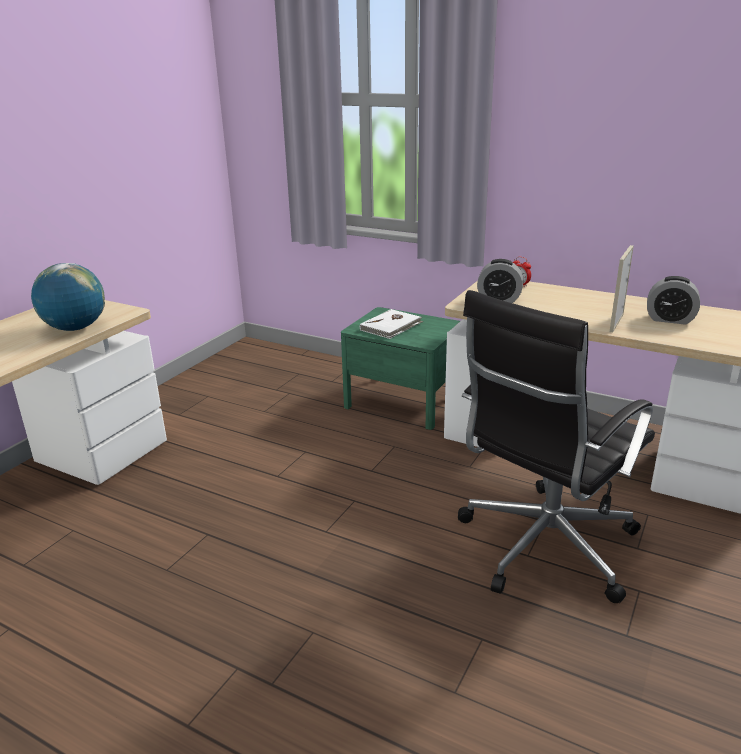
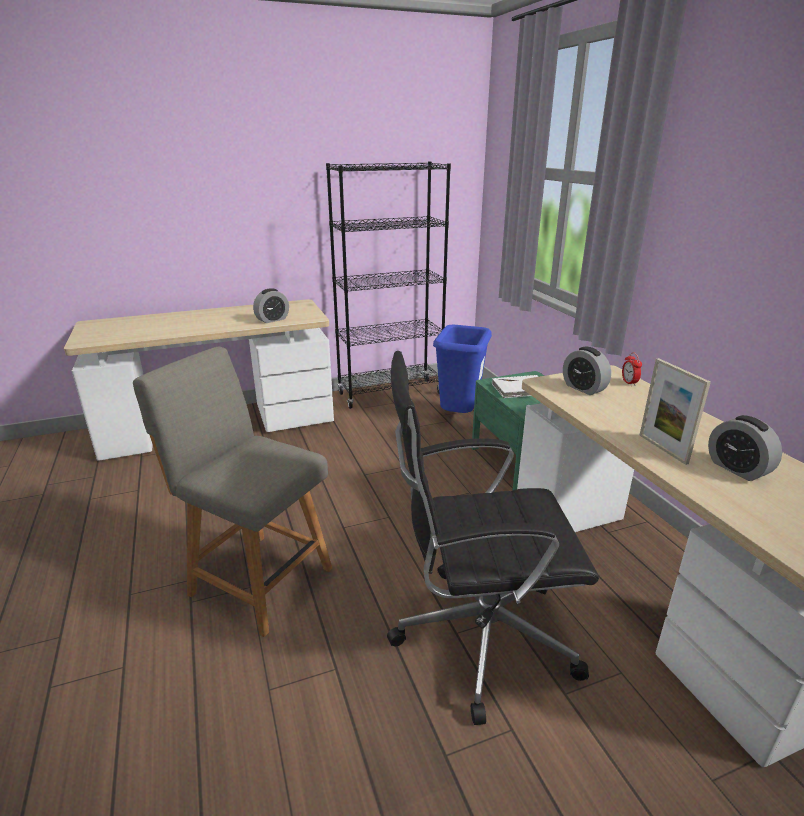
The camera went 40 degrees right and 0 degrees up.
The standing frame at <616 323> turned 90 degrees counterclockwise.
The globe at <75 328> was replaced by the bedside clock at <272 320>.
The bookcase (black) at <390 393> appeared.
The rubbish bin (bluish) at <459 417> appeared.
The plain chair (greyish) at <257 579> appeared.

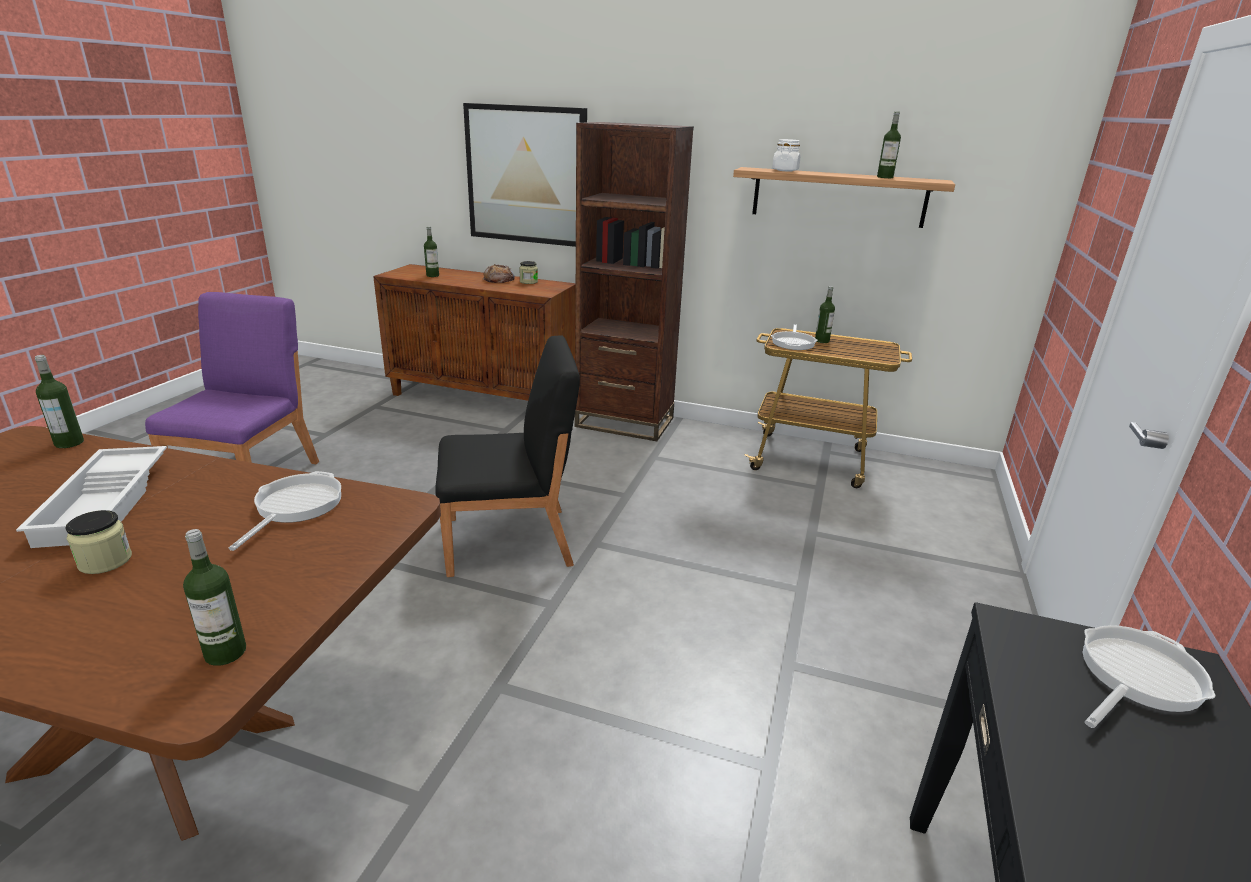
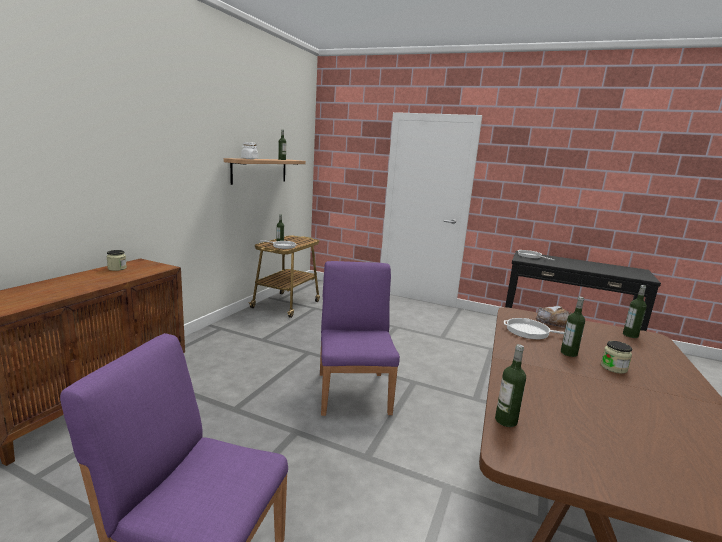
The camera went 85 degrees left and 10 degrees down.
The wall art at <527 175> disappeared.
The bookcase (brown-coloured) at <624 422> disappeared.
The bottle moved from <432 275> to <568 353>.
The bread moved from <499 279> to <554 321>.
The plain chair (black) at <510 541> became the plain chair (purplish) at <354 392>.
The serving tray (whitish) at <107 503> disappeared.

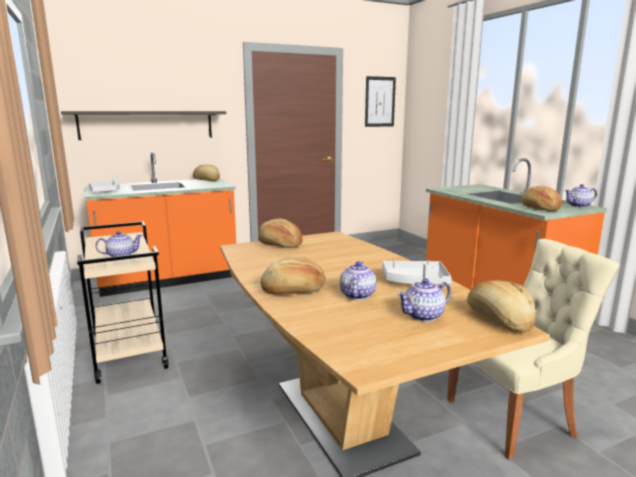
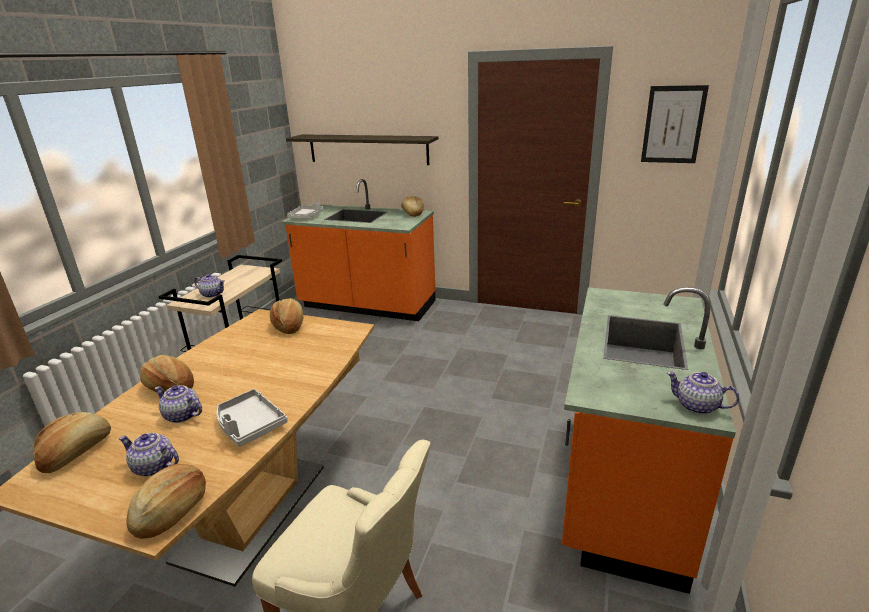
The camera went 45 degrees right and 10 degrees up.
The bread moved from <539 208> to <76 452>.
The tea pot at <356 295> turned 120 degrees counterclockwise.

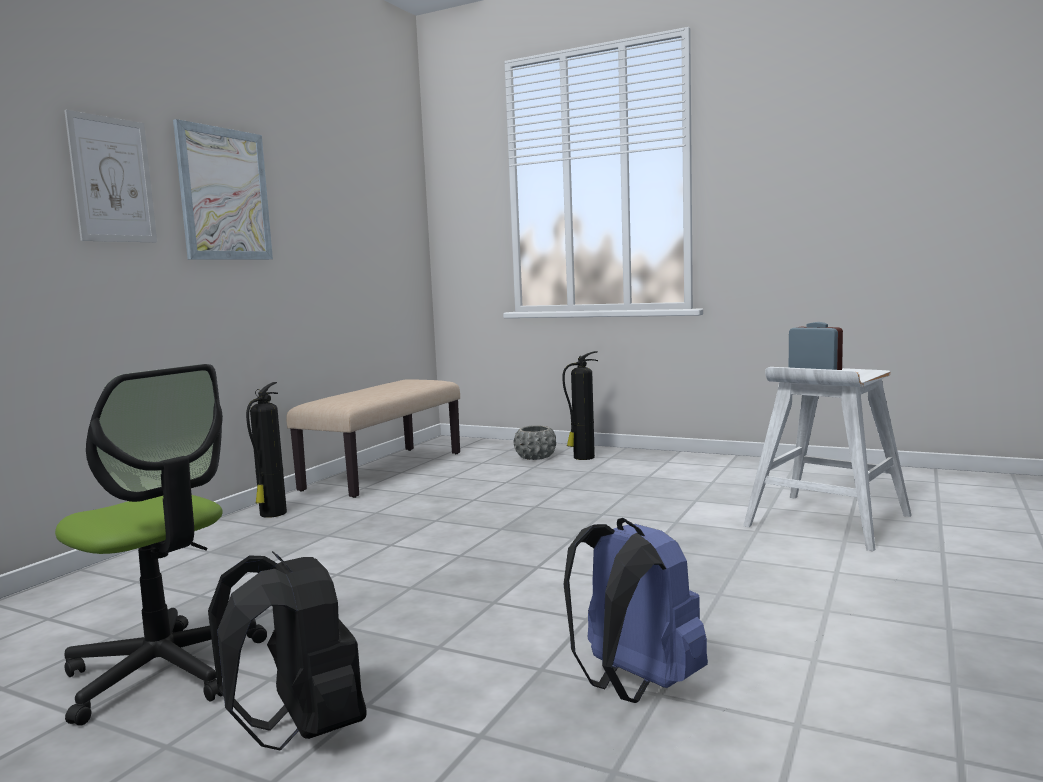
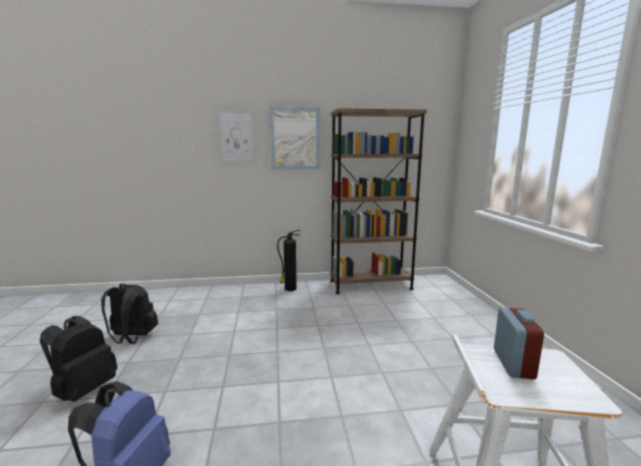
The camera went 55 degrees right and 5 degrees up.
The fire extinguisher at <582 458> disappeared.
The computer chair at <165 671> was replaced by the knapsack (black) at <132 339>.
The indoor bench (beige) at <384 470> was replaced by the bookcase (brown-coloured) at <370 285>.
The planter (greyish) at <536 457> disappeared.

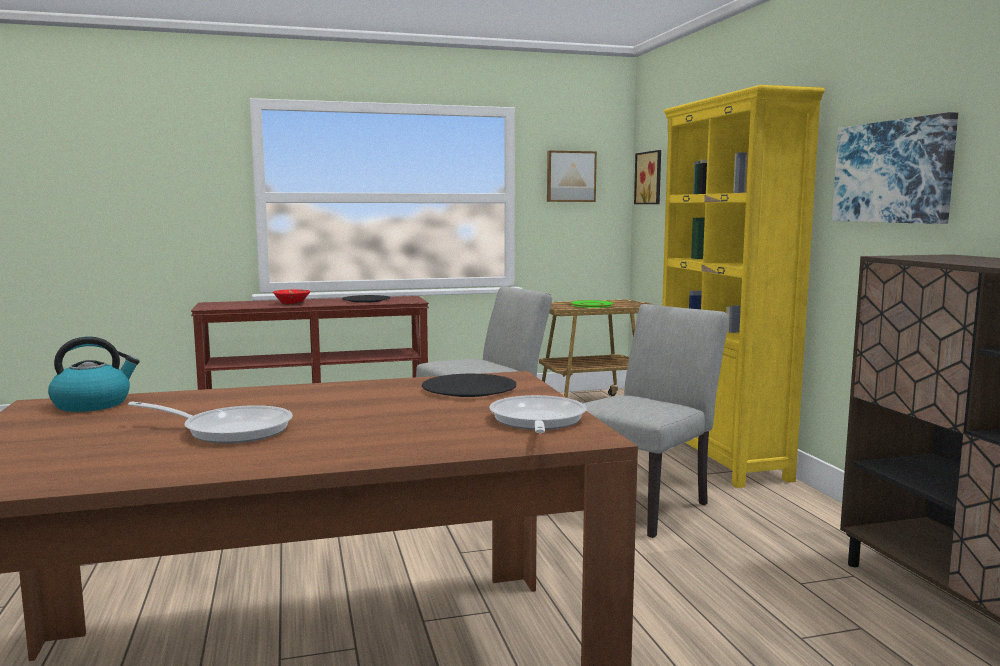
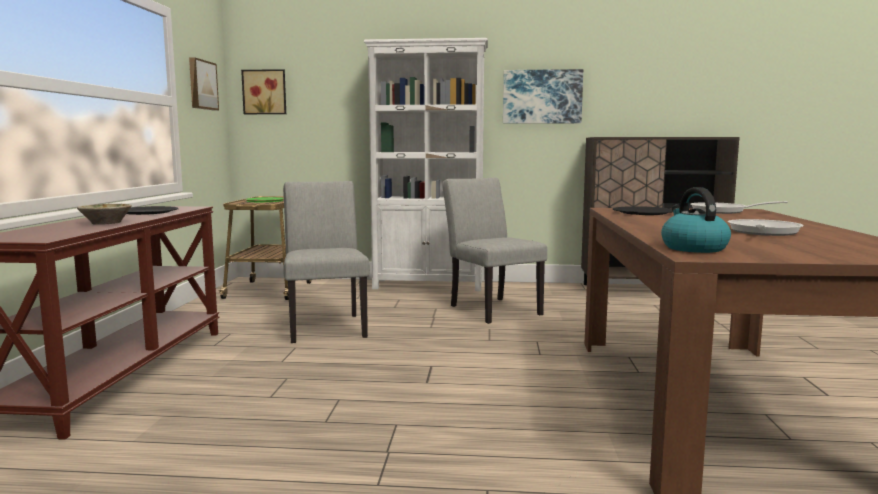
The camera went 70 degrees left and 0 degrees up.
The bookcase (yellow) at <721 458> became the bookcase (whitish) at <429 285>.
The bowl (reddish) at <292 304> became the bowl (beige) at <106 223>.

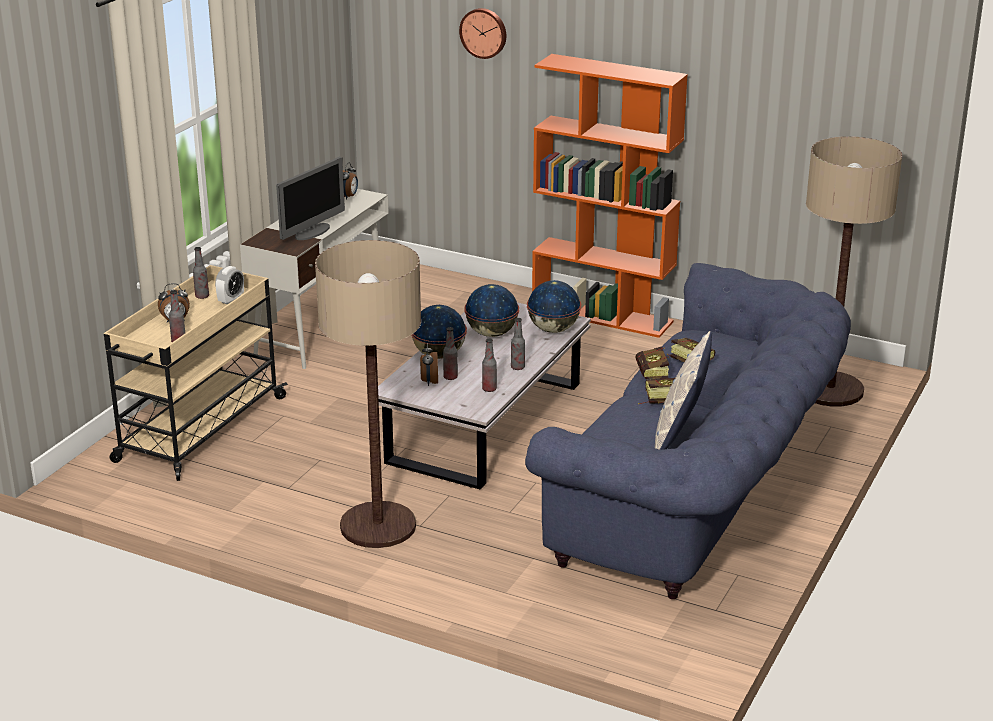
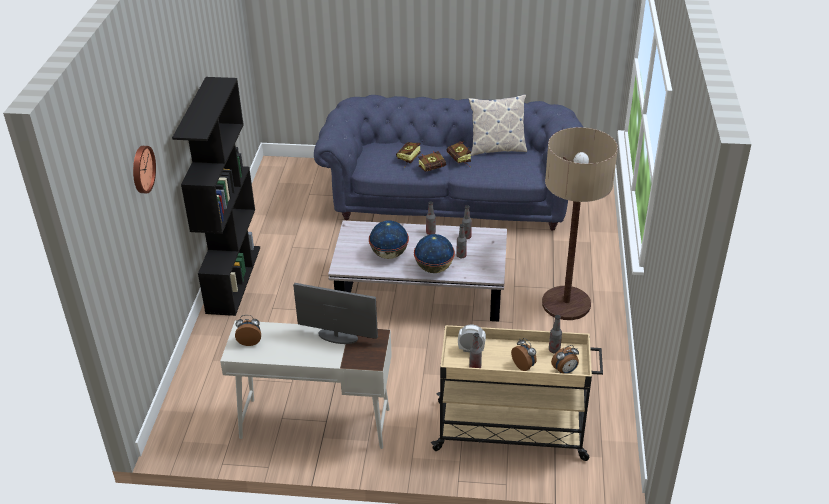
The camera went 110 degrees left and 10 degrees up.
The bookcase (orangey) at <603 315> became the bookcase (black) at <233 279>.
The floor lamp at <830 390> disappeared.
The globe at <553 330> disappeared.
The bedside clock moved from <429 382> to <565 371>.

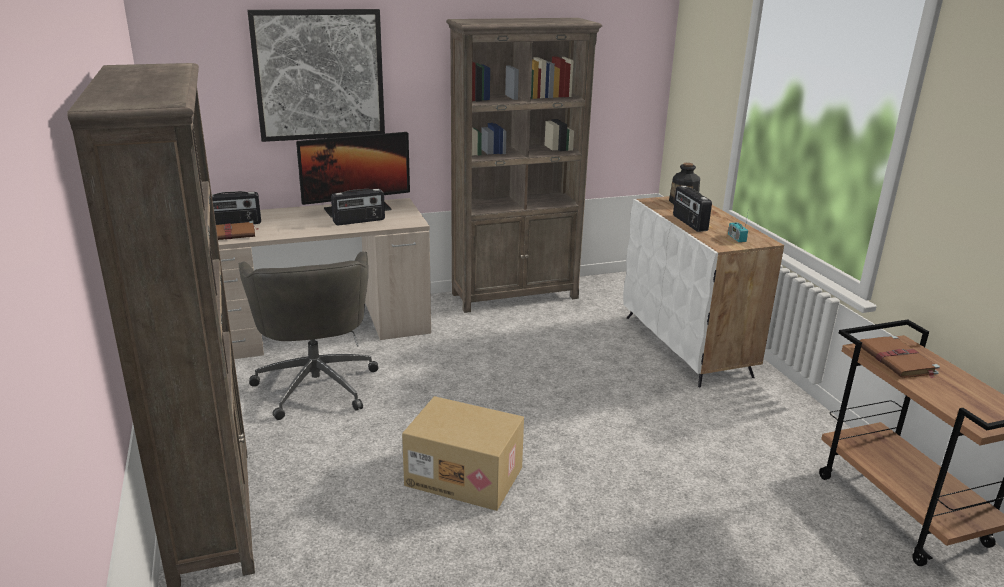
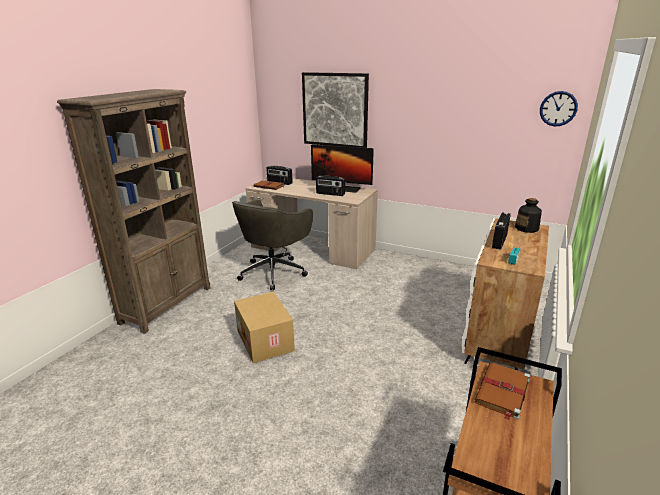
The camera went 45 degrees right and 0 degrees up.
The bookcase (brown-coloured) at <516 296> disappeared.
The wall clock at <558 108> appeared.

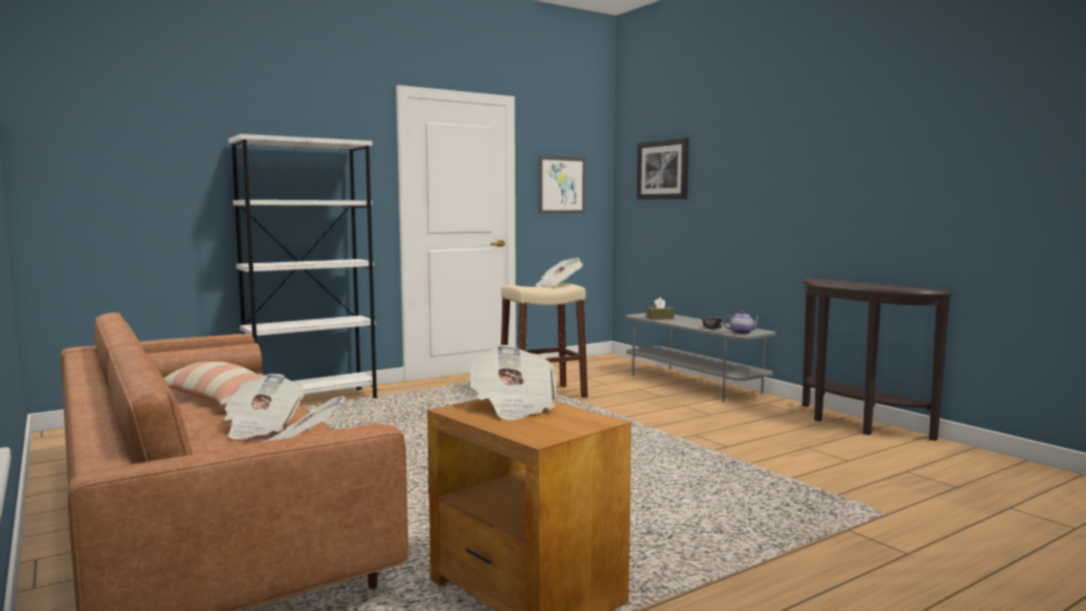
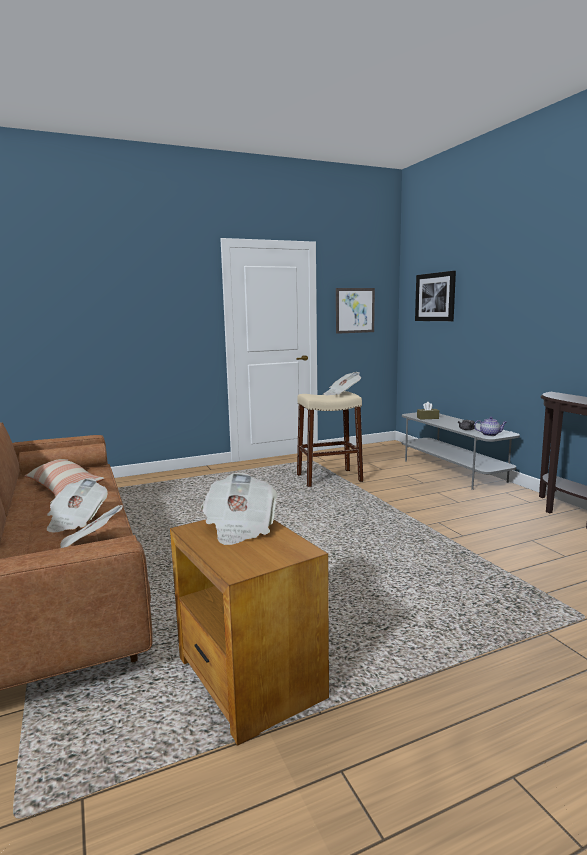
The camera went 10 degrees right and 5 degrees up.
The bookcase (whitish) at <312 401> disappeared.

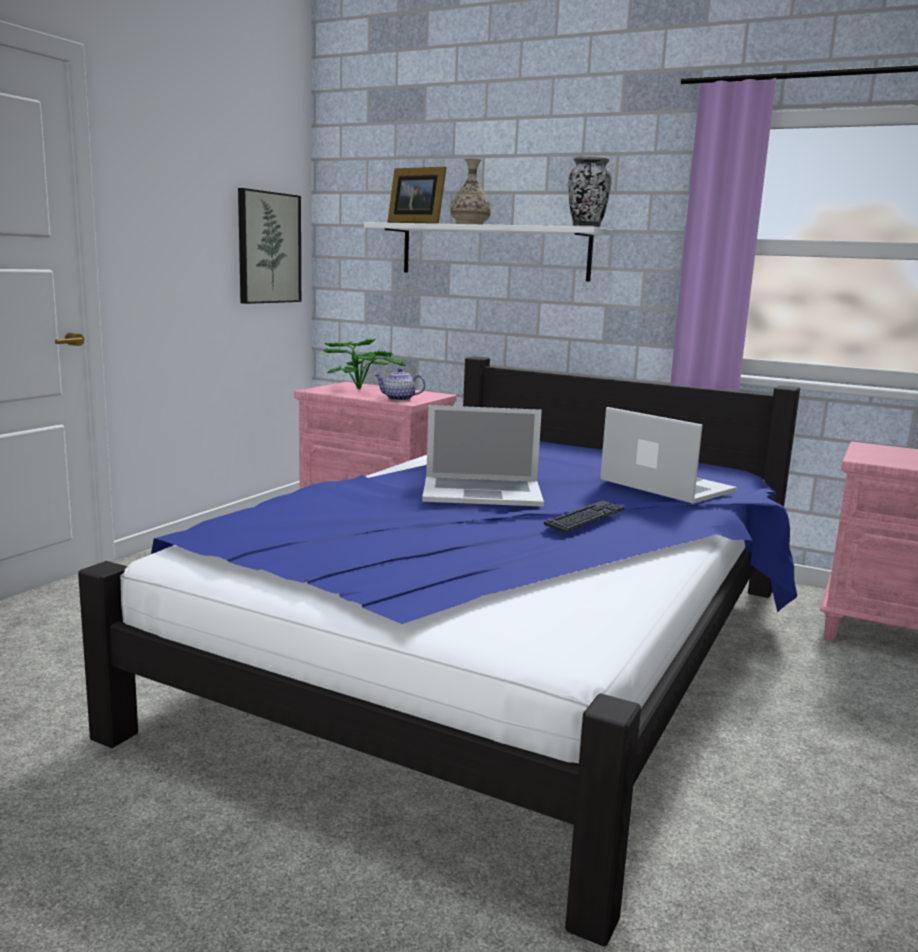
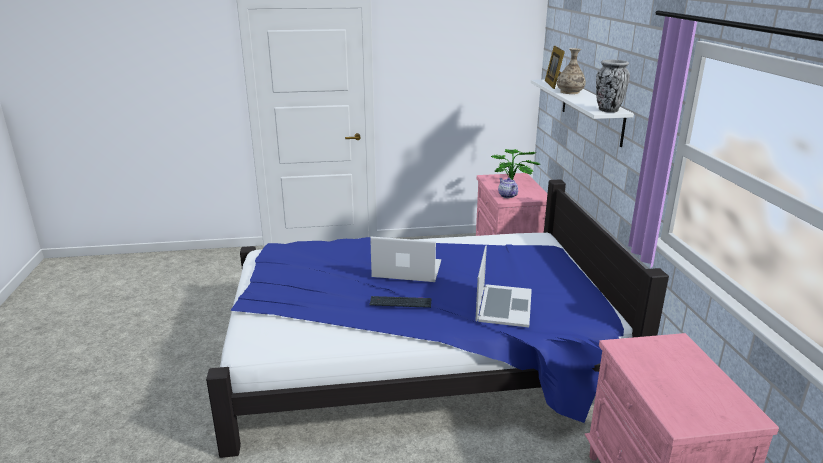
The camera went 55 degrees right and 10 degrees up.
The wall art at <268 247> disappeared.
The portable computer at <482 492> turned 135 degrees clockwise.

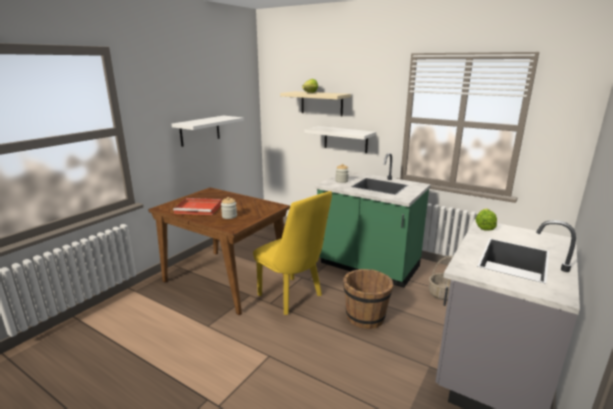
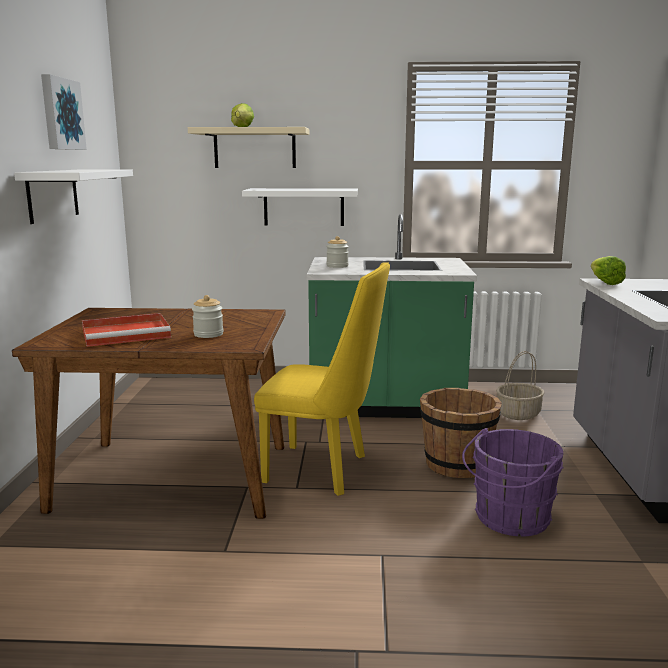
The camera went 30 degrees left and 5 degrees down.
The wall art at <61 114> appeared.
The bucket (purplish) at <509 518> appeared.

